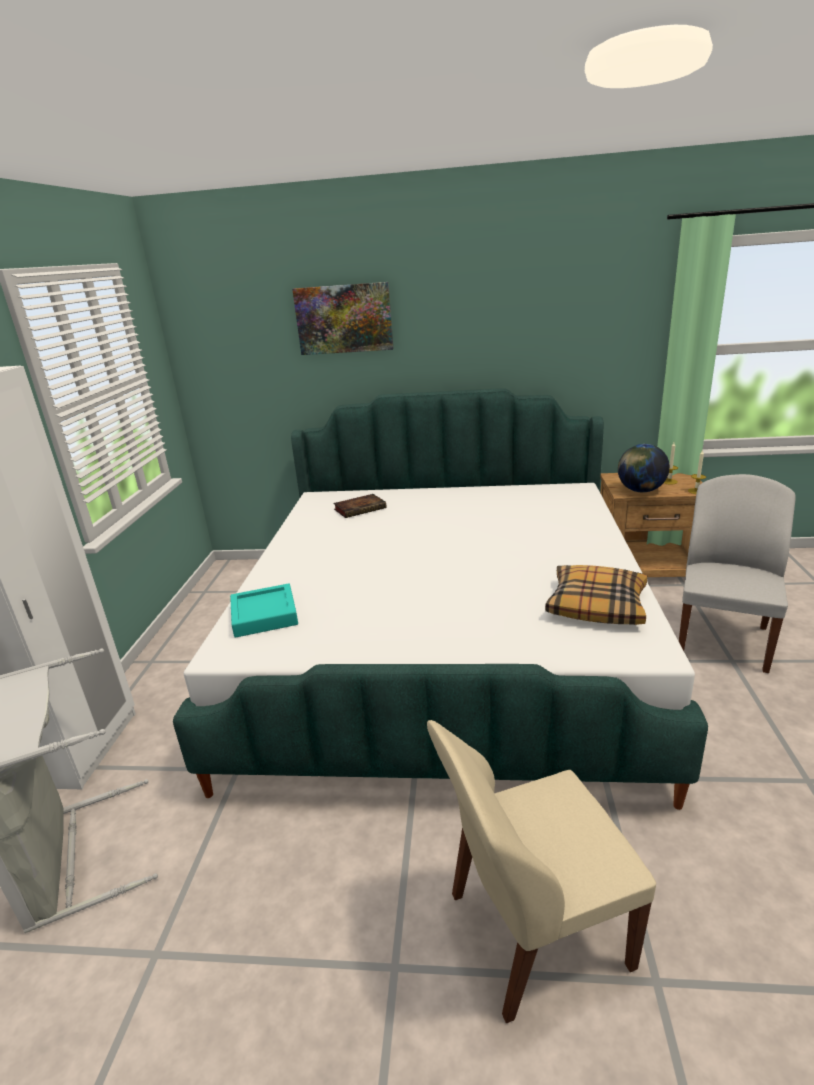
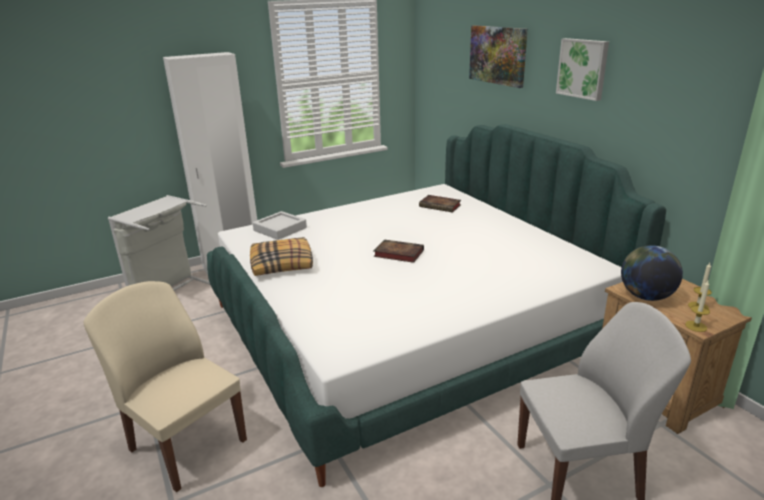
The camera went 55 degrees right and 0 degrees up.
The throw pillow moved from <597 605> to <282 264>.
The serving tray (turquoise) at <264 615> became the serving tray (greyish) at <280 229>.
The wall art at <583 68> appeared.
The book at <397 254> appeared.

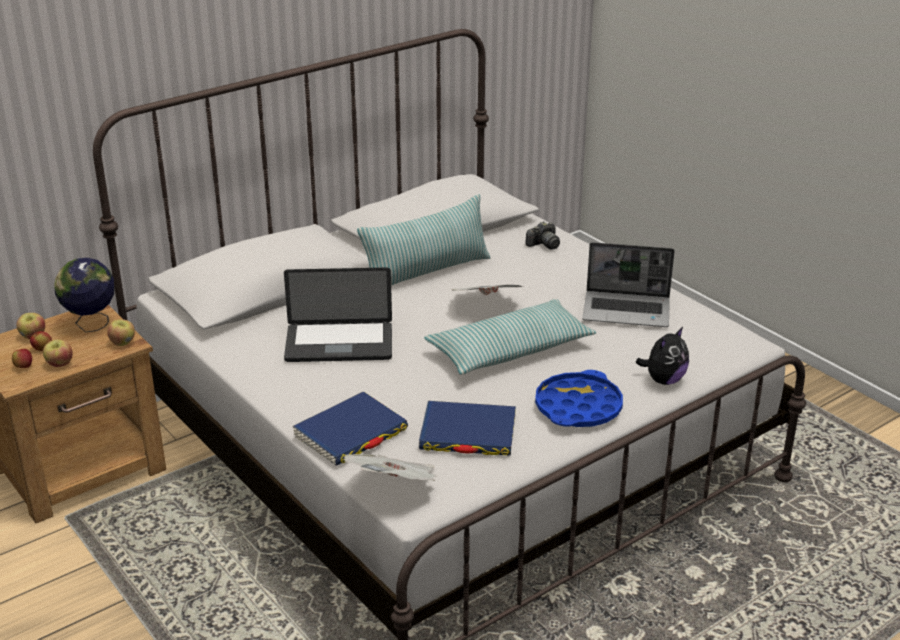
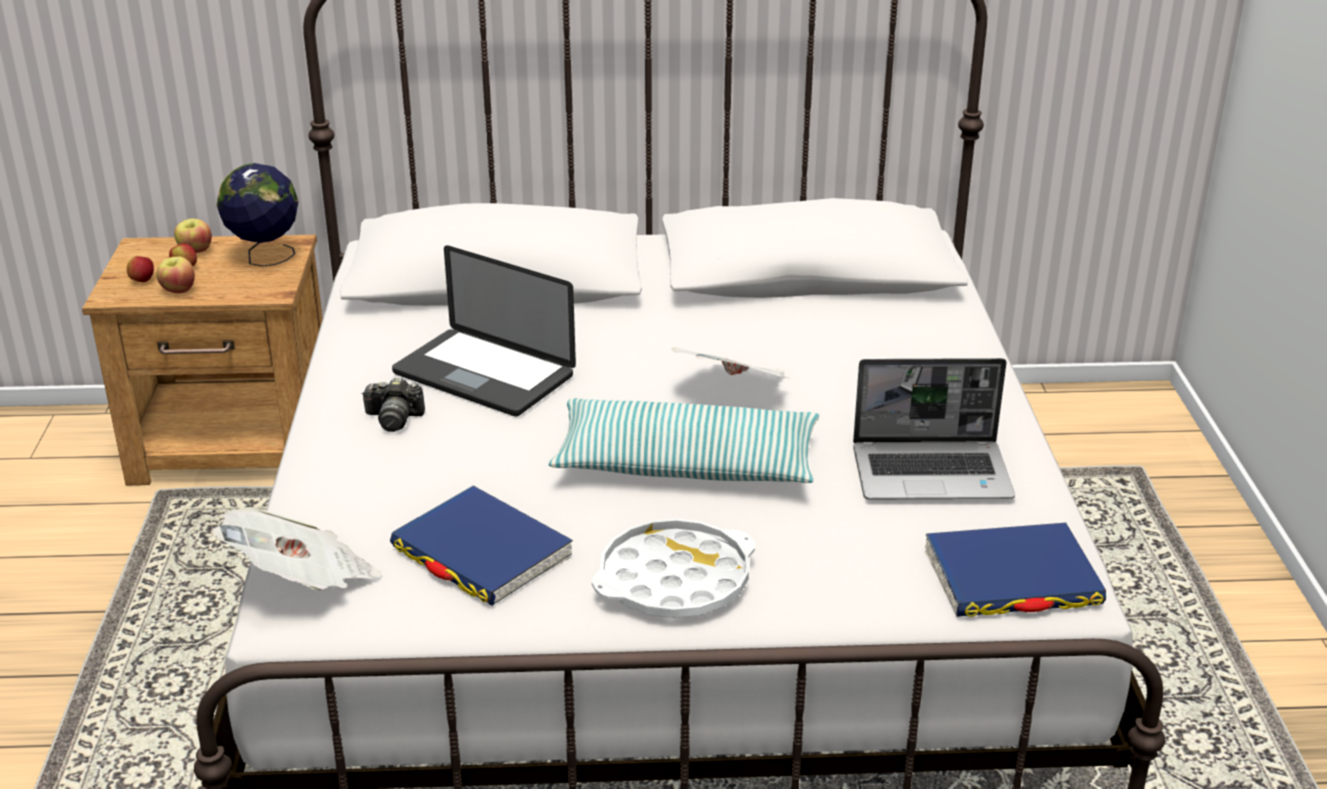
The camera went 35 degrees right and 0 degrees up.
The throw pillow at <426 272> disappeared.
The still camera moved from <544 244> to <394 419>.
The portable computer at <627 311> turned 45 degrees counterclockwise.
The apple at <123 342> disappeared.
The cuddly toy at <663 380> disappeared.
The serving tray (bluish) at <578 407> became the serving tray (whitish) at <674 580>.
The book (bluish) moved from <351 433> to <1011 578>.

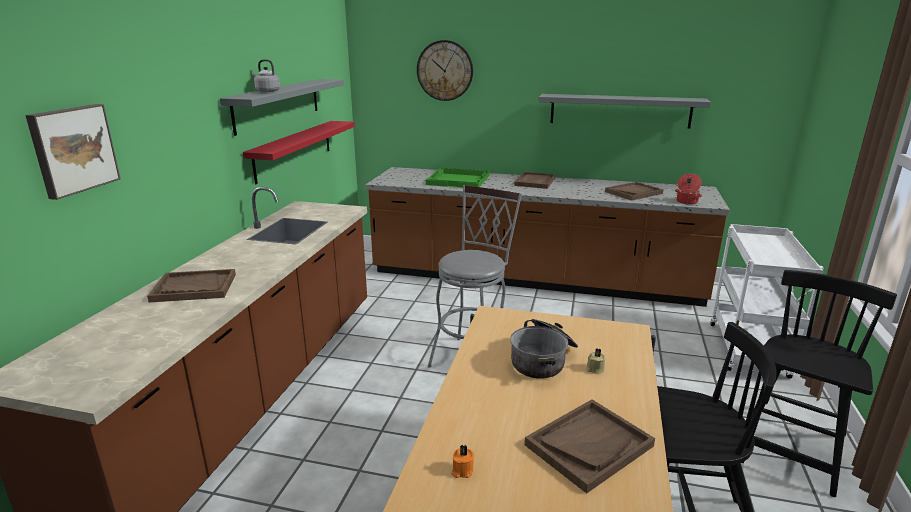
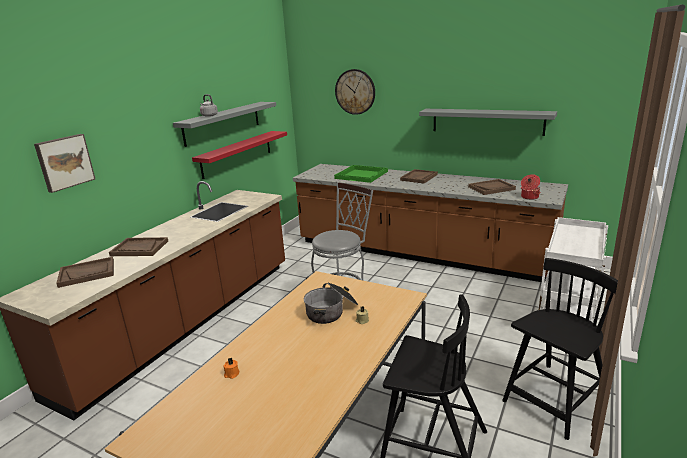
The camera went 15 degrees right and 0 degrees up.
The serving tray (brown-coloured) moved from <589 445> to <87 273>.

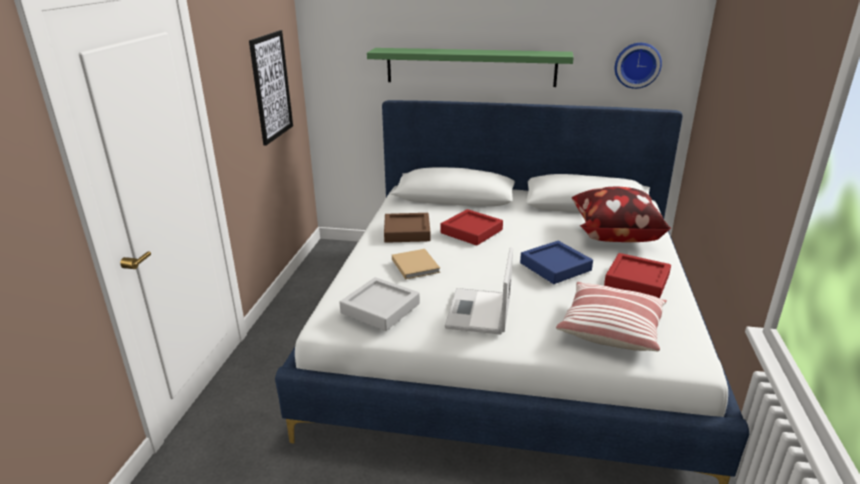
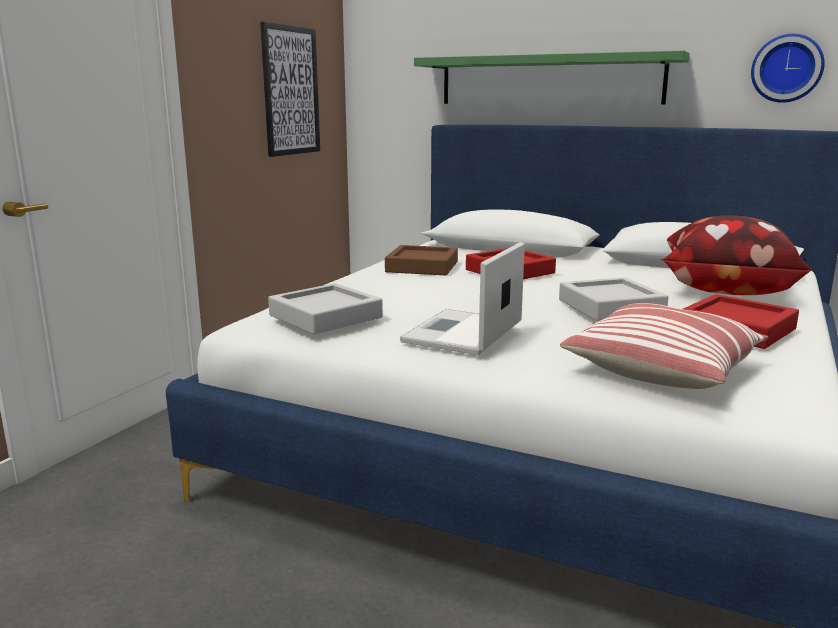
The camera went 15 degrees right and 10 degrees down.
The serving tray (bluish) at <555 266> became the serving tray (greyish) at <610 307>.
The book (beige) at <415 265> disappeared.

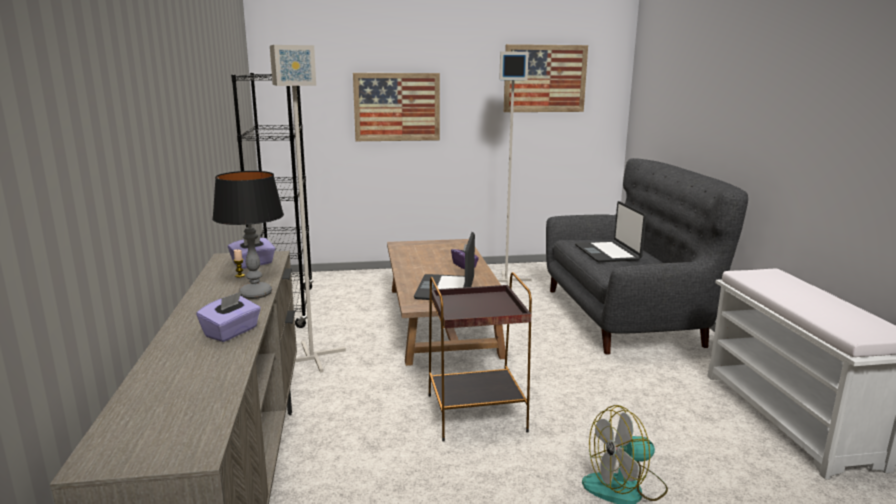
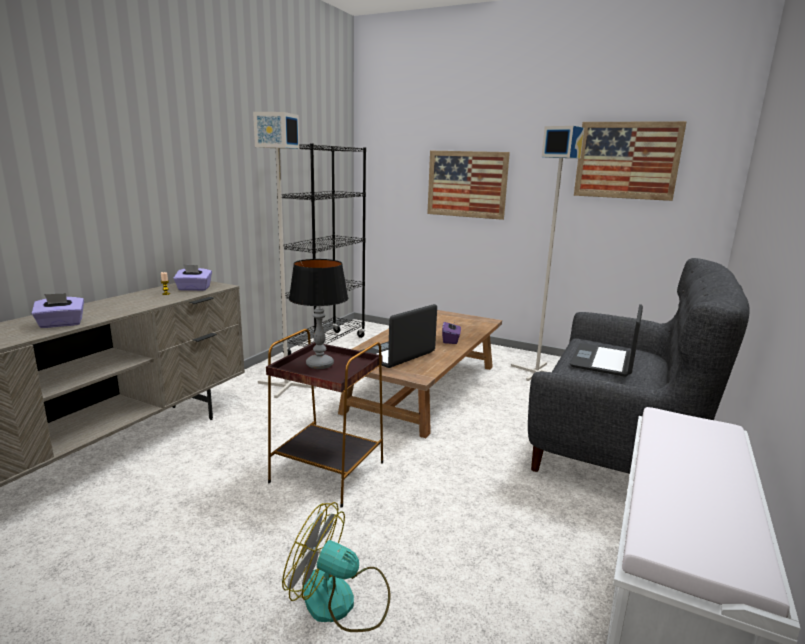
The camera went 35 degrees right and 0 degrees up.
The lamp for a table moved from <255 294> to <319 365>.

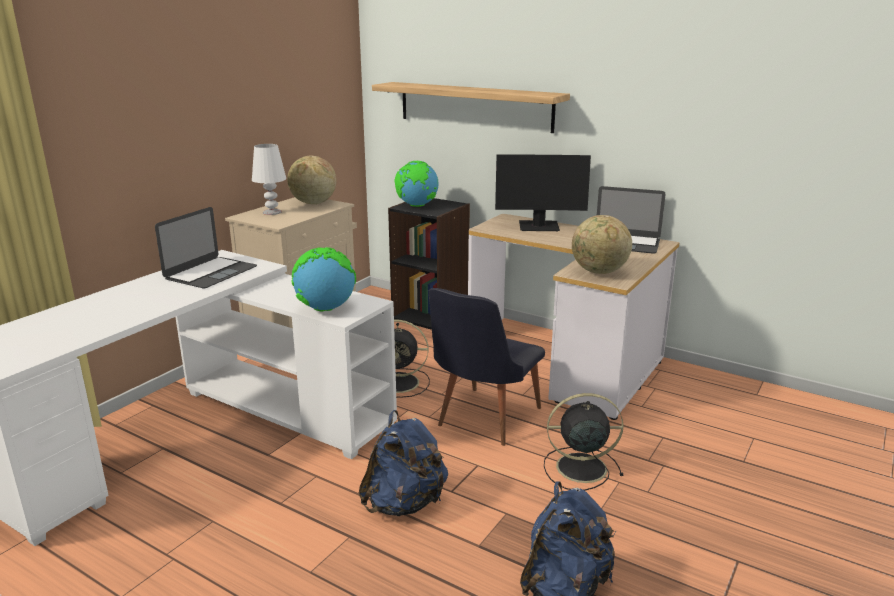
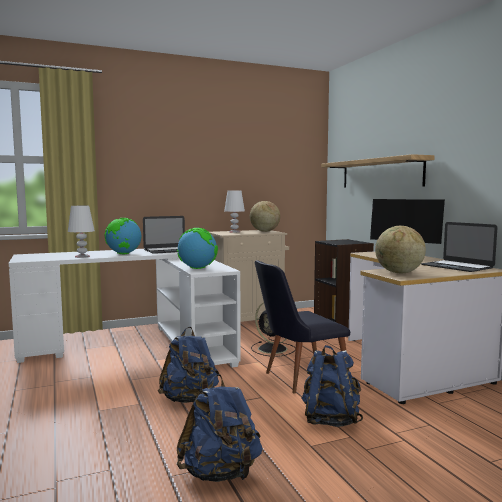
The camera went 35 degrees right and 15 degrees down.
The globe moved from <416 206> to <123 254>.
The cooling fan (black) at <579 468> was replaced by the knapsack (bluish) at <330 419>.
The lamp for a table (whitish) at <82 256> appeared.

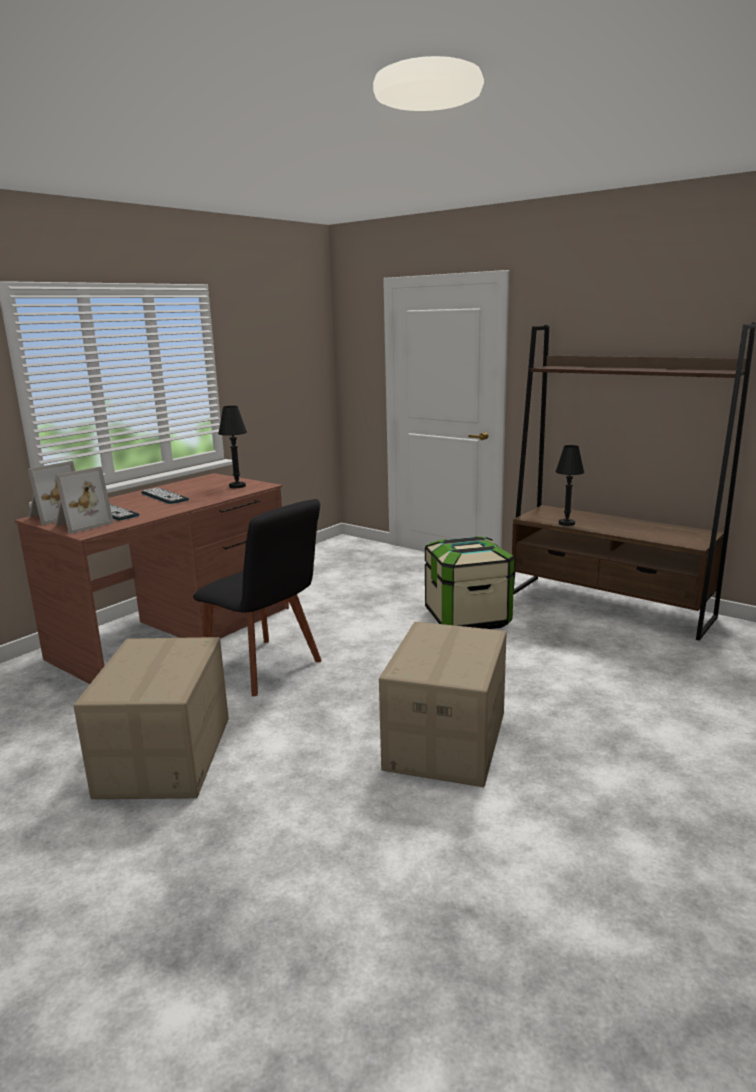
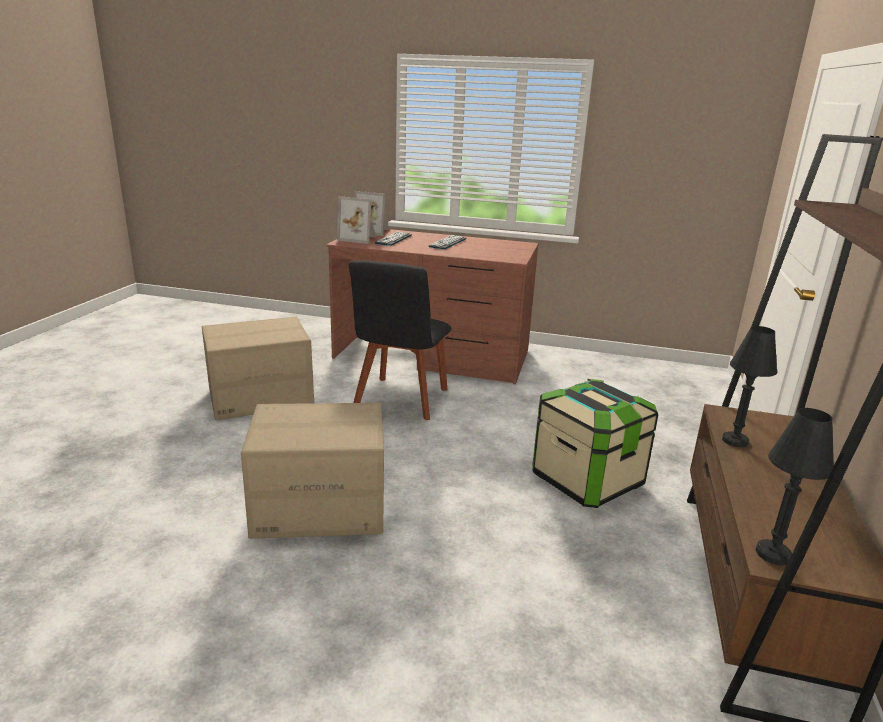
The camera went 65 degrees right and 5 degrees up.
The lamp for a table (black) moved from <237 486> to <773 554>.

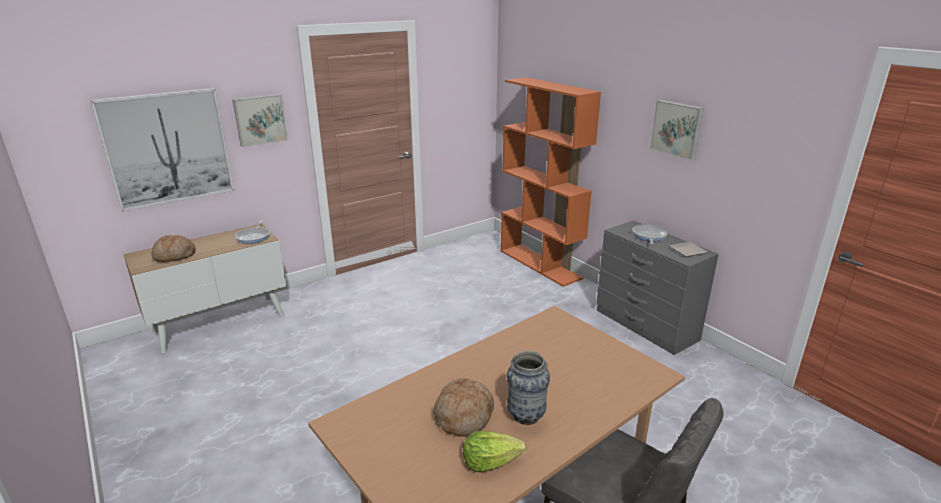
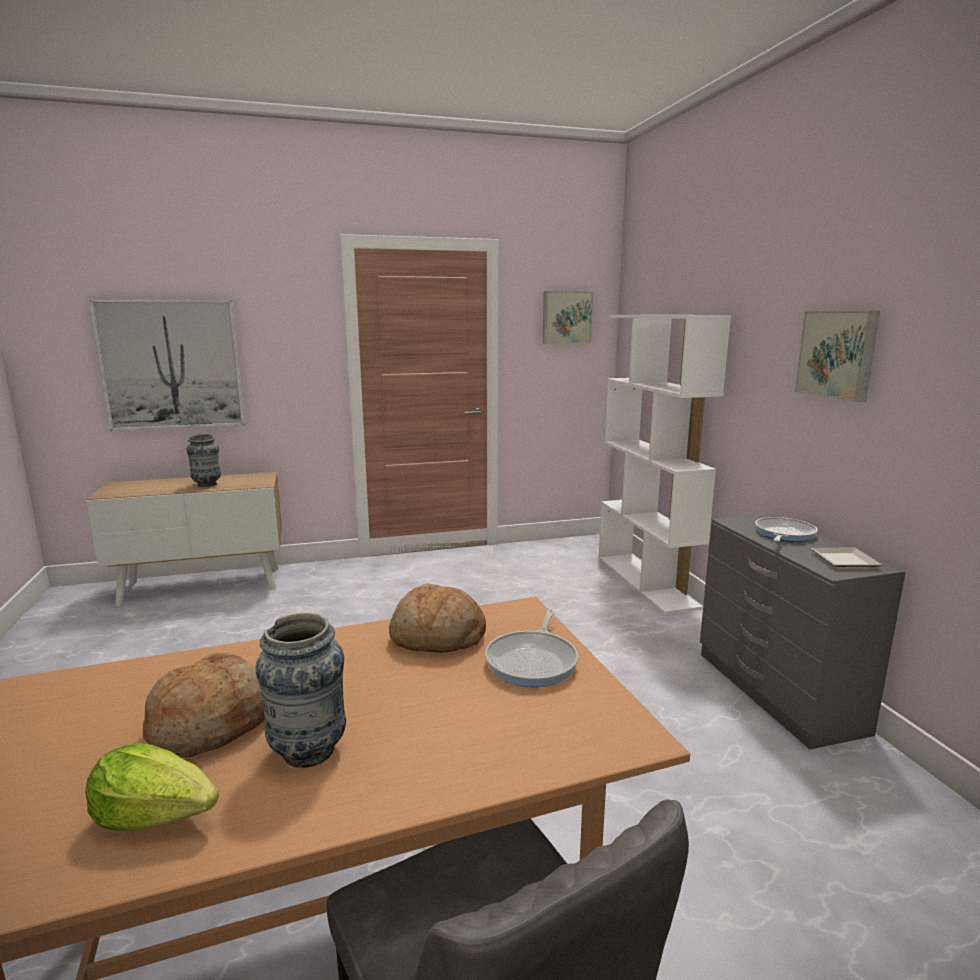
The camera went 20 degrees right and 10 degrees down.
The bookcase (orangey) at <540 264> became the bookcase (whitish) at <646 581>.
The wall art moved from <260 119> to <566 317>.
The frying pan moved from <254 237> to <533 661>.
The bread moved from <174 256> to <437 637>.
The decorative vase at <207 484> appeared.

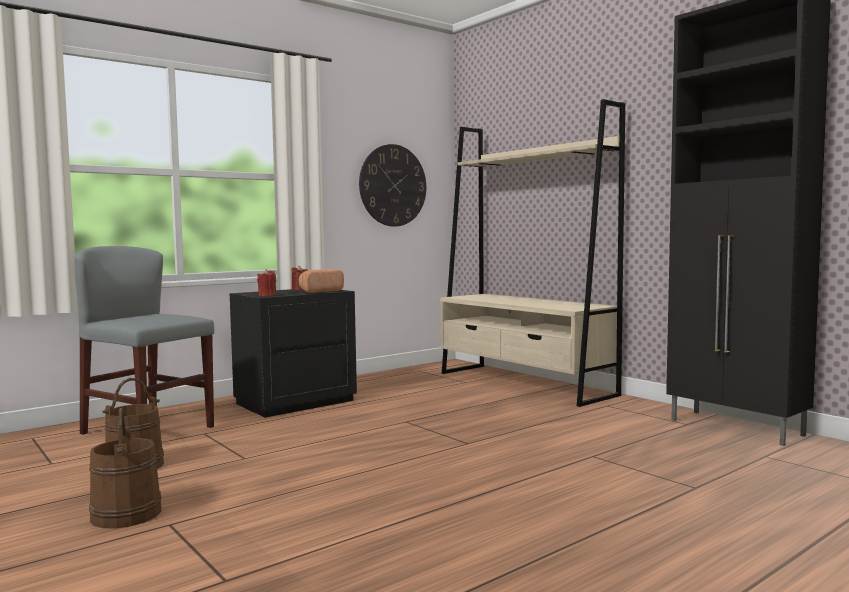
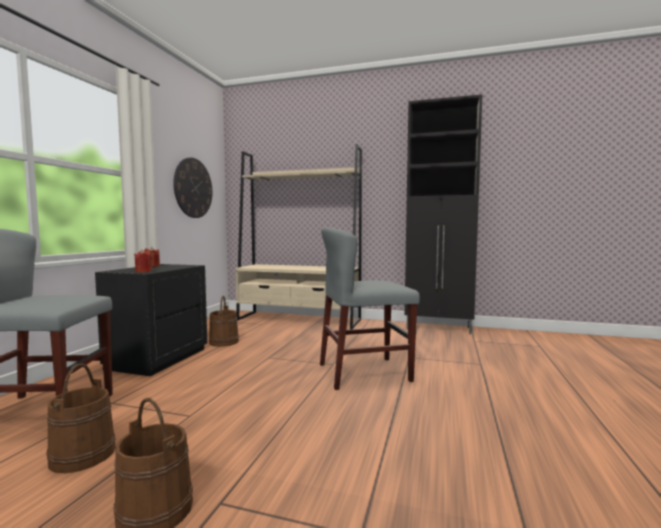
The camera went 35 degrees left and 0 degrees up.
The bread at <319 291> disappeared.
The plain chair (greyish) at <364 372> appeared.
The bucket (brown-coloured) at <223 342> appeared.

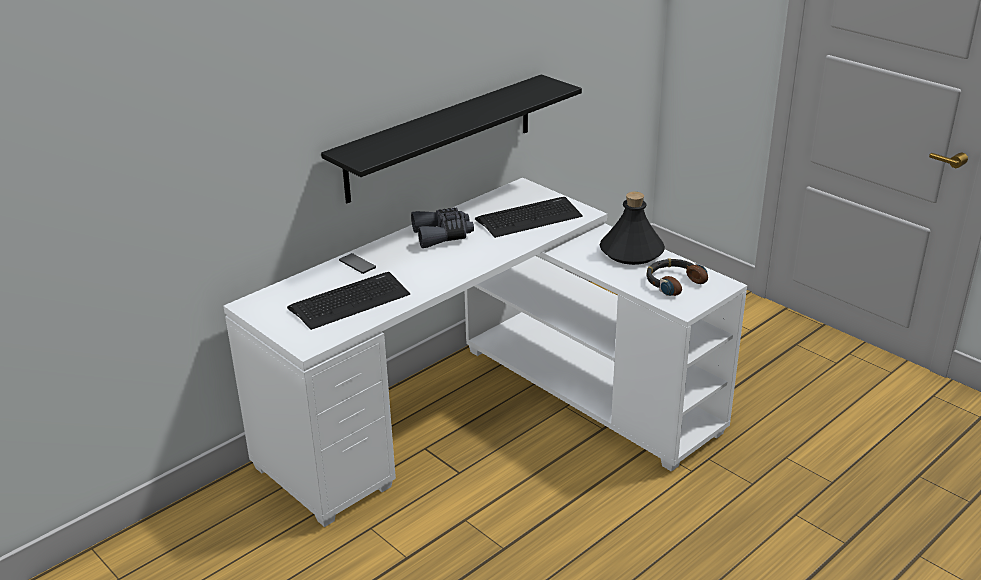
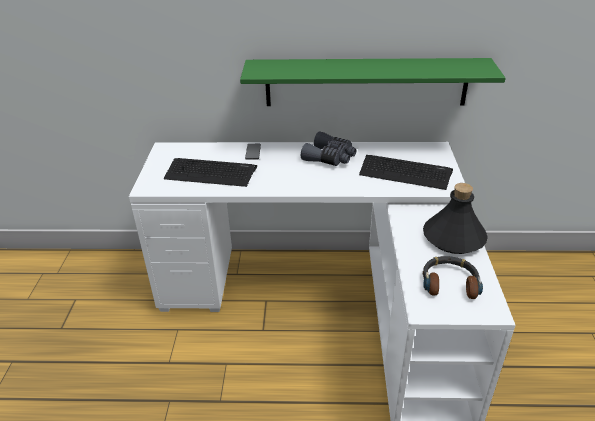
The camera went 45 degrees right and 5 degrees up.
The bracket shelf (black) at <440 137> became the bracket shelf (green) at <366 82>.

